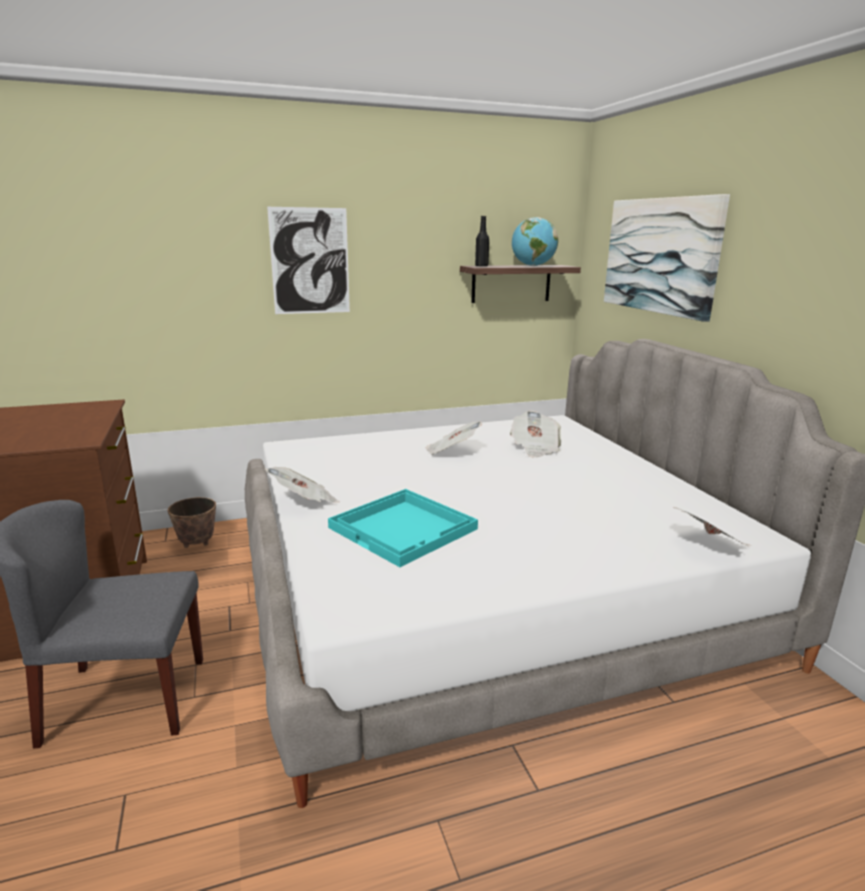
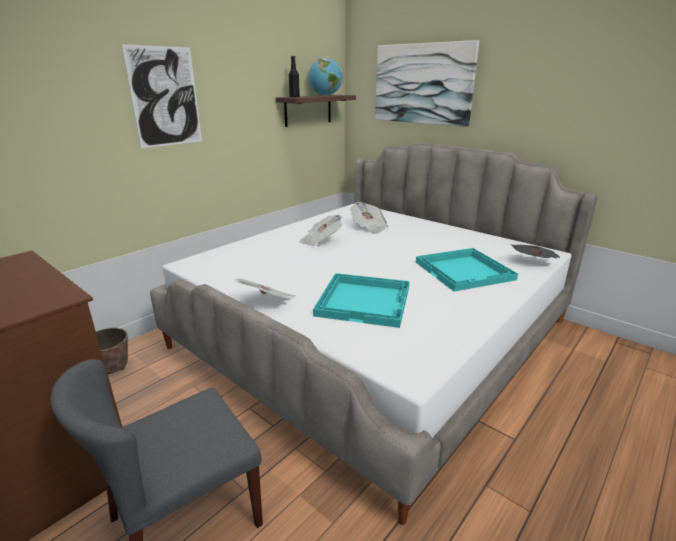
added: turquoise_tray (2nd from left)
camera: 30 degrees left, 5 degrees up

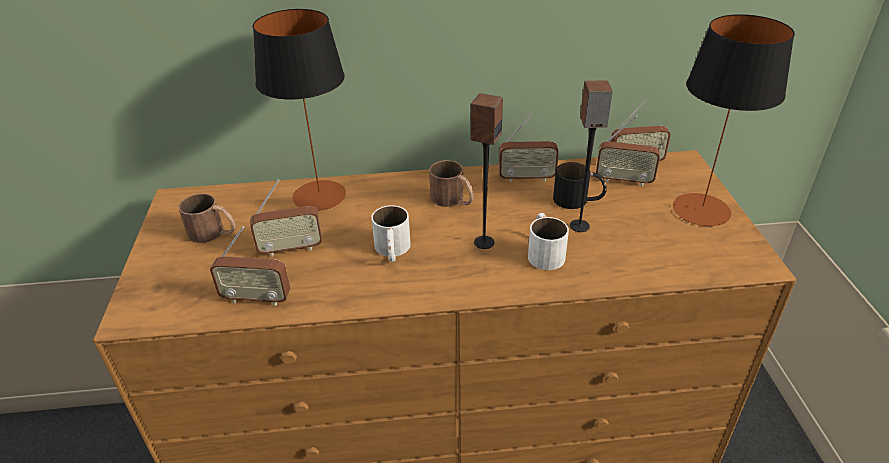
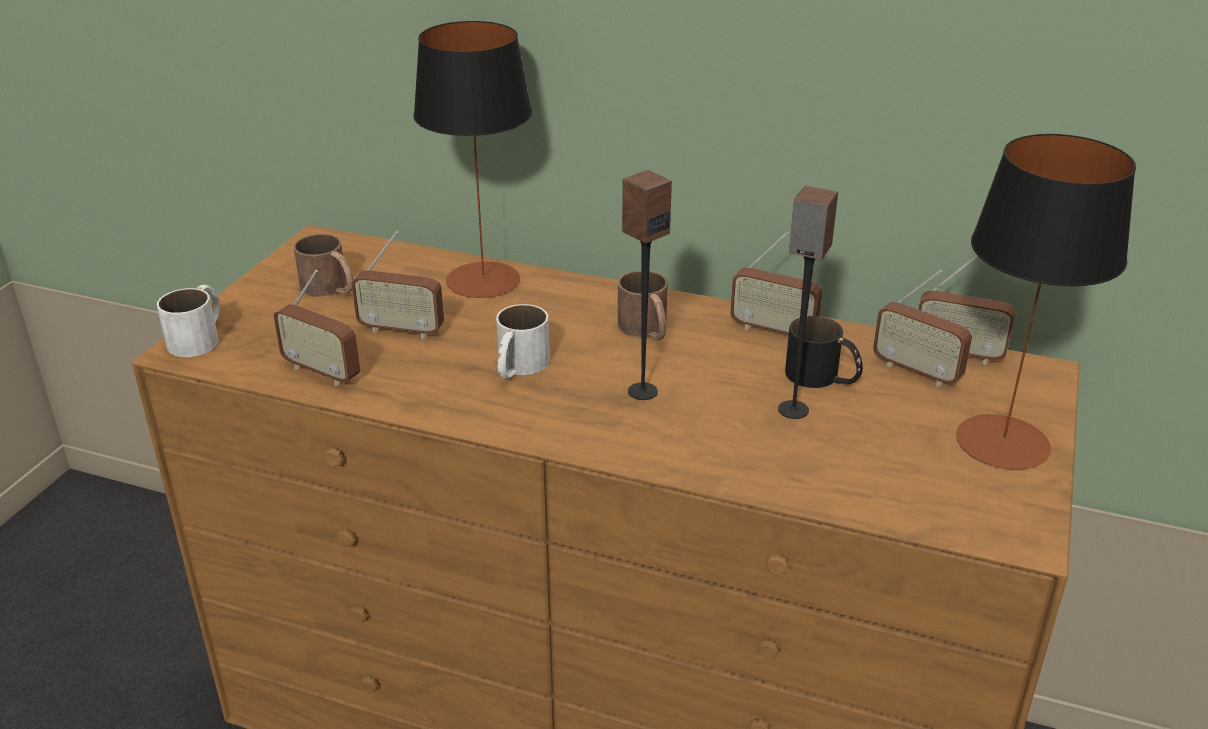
moved: white_mug (2nd from left in the first image) to white_mug (1st from left)
camera: 25 degrees right, 5 degrees down

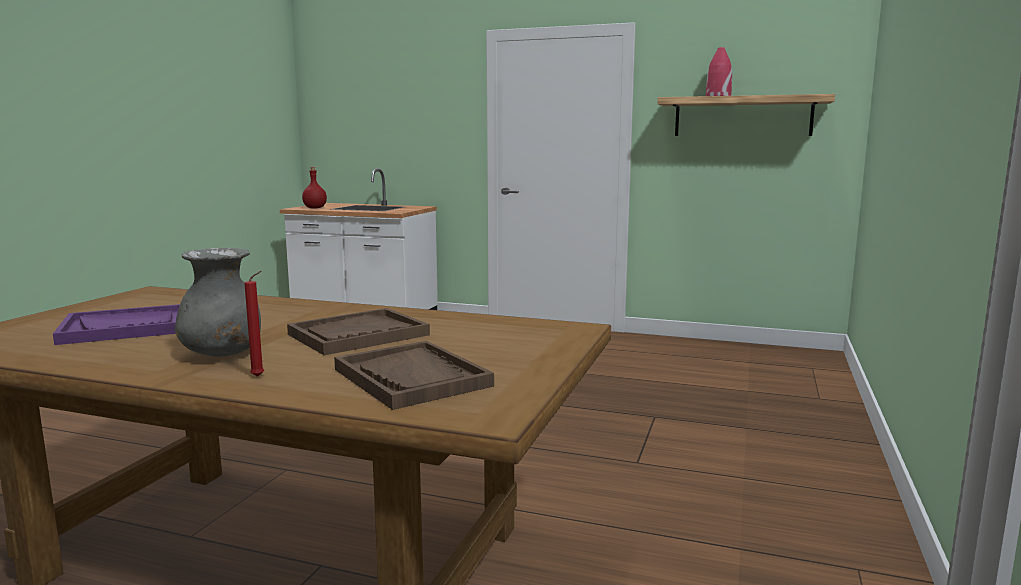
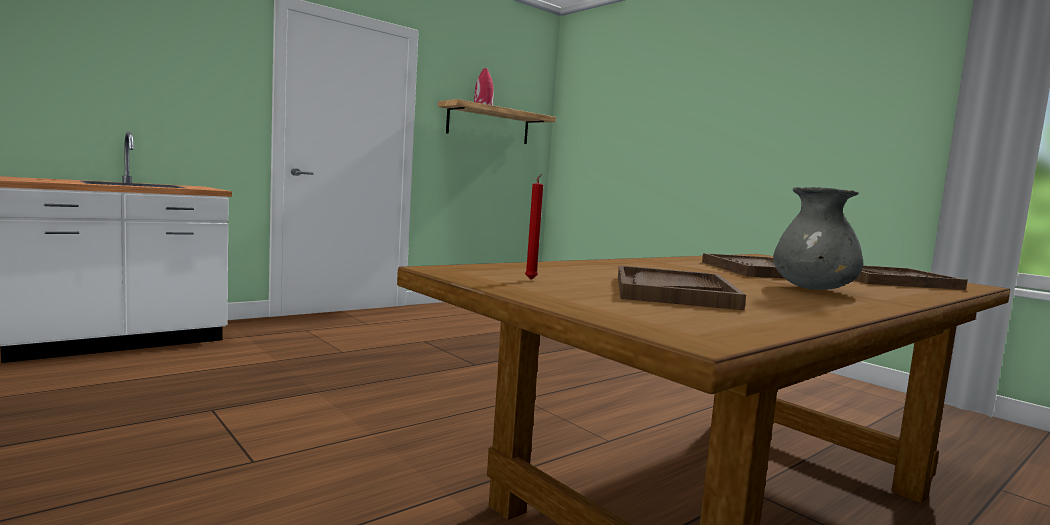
removed: red_bottle
moved: red_candle
recoloured: purple_tray to brown_tray (1st from left)
camera: 60 degrees left, 5 degrees down

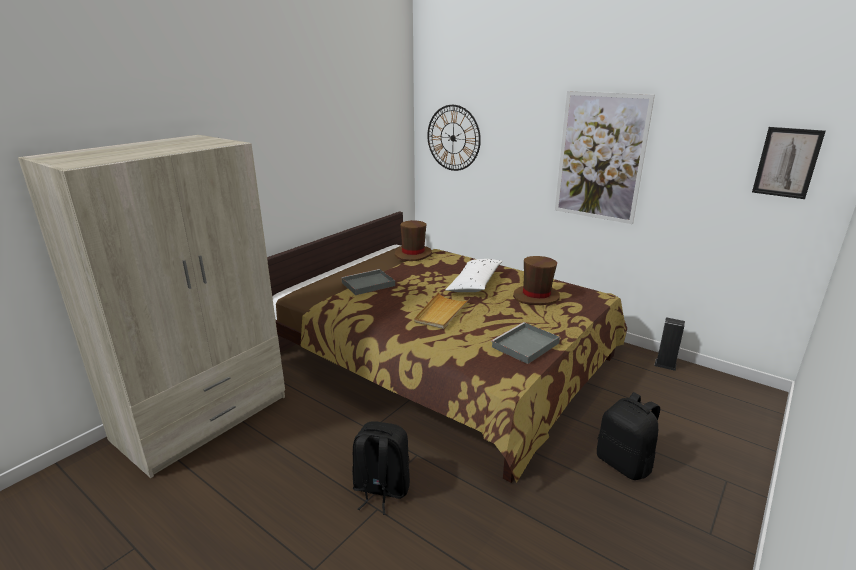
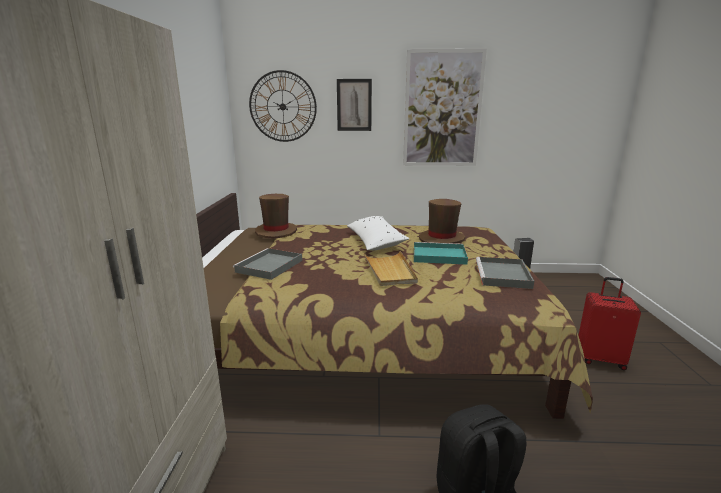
added: turquoise_tray
moved: picture (2nd from left in the first image) to picture (1st from left)
replaced: black_backpack (2nd from left) to red_suitcase
camera: 35 degrees left, 5 degrees down

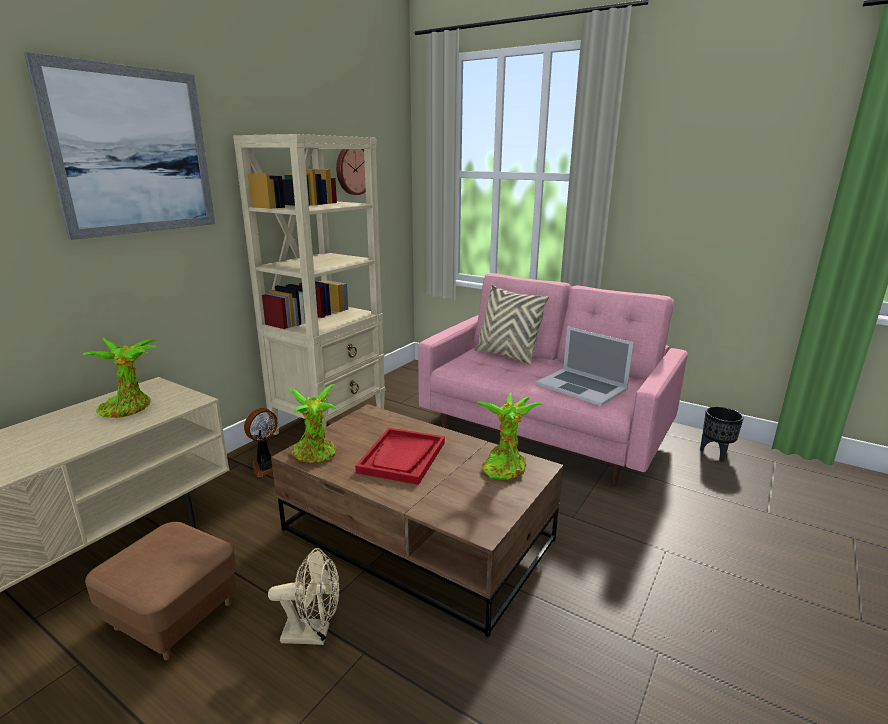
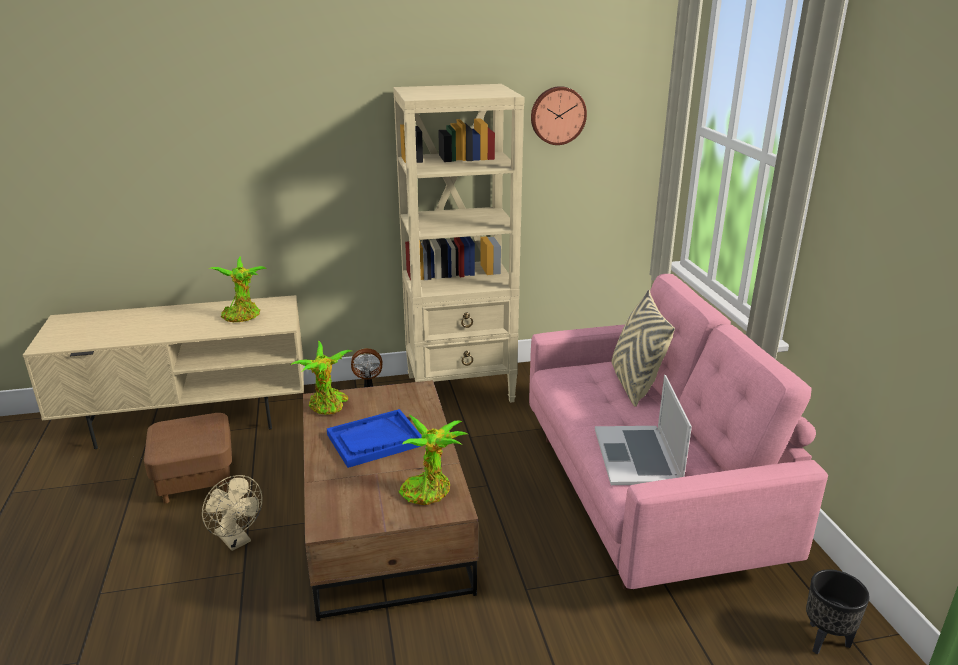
removed: picture
recoloured: red_tray to blue_tray
camera: 45 degrees right, 5 degrees up

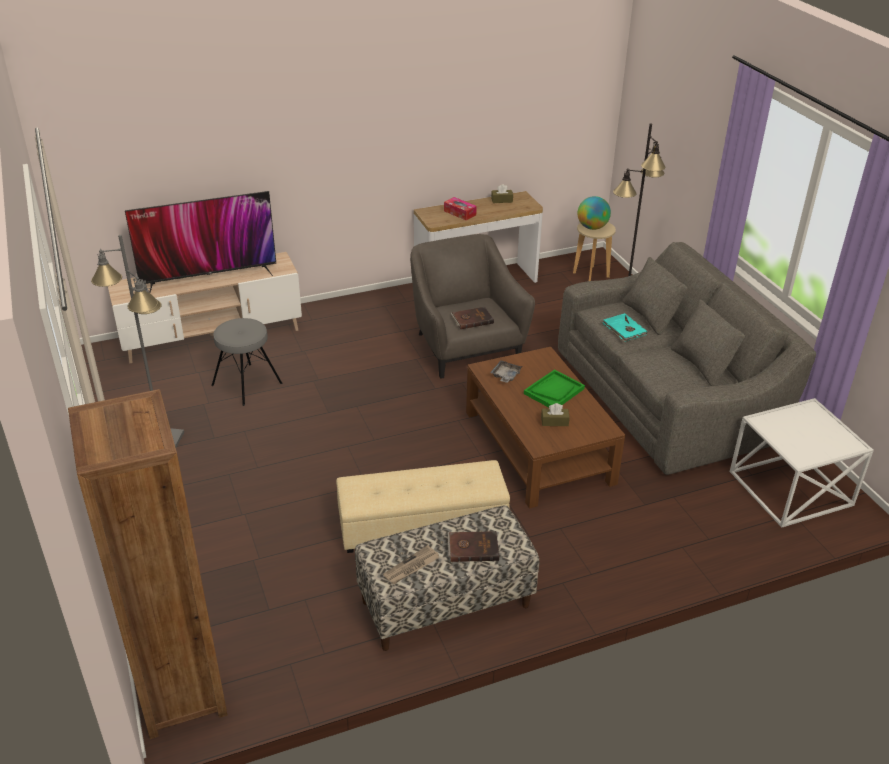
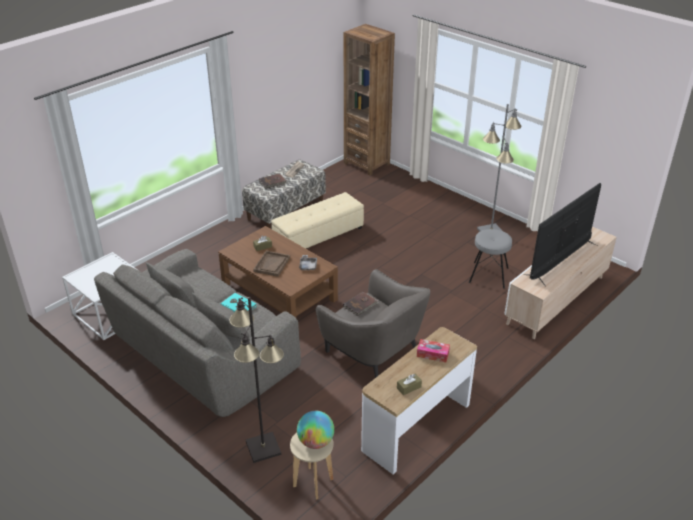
recoloured: green_tray to brown_tray
camera: 155 degrees right, 0 degrees up

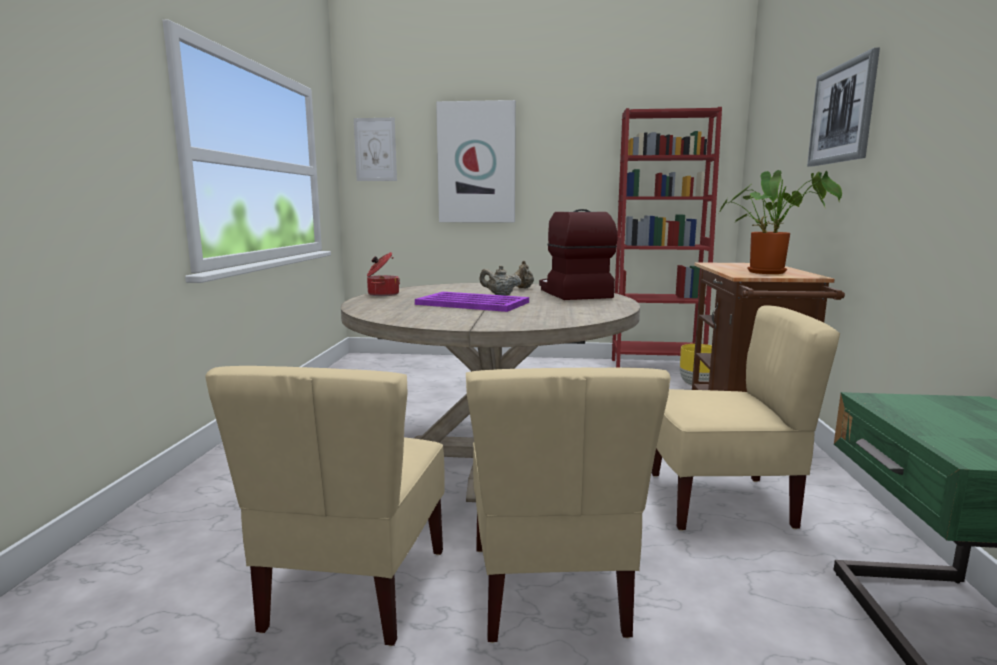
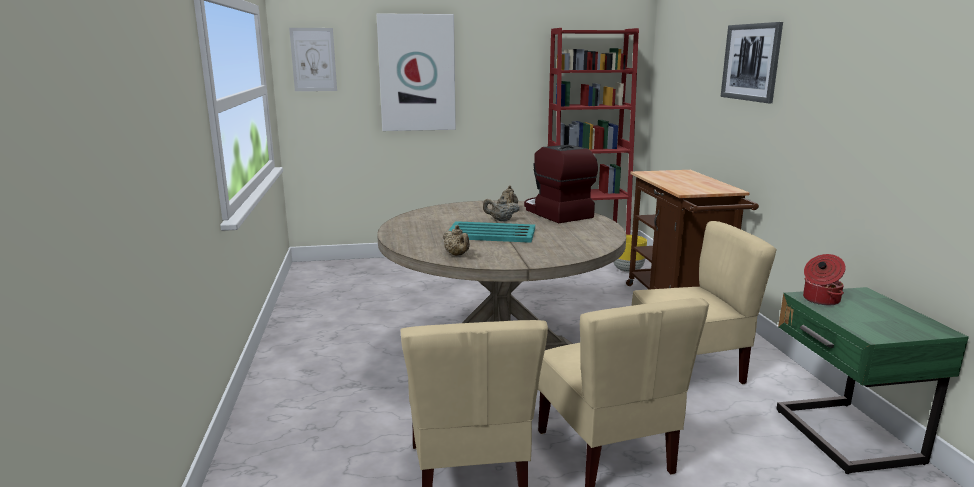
removed: potted_plant
added: beige_teapot (1st from left)
moved: cooking_pot
recoloured: purple_tray to turquoise_tray
camera: 15 degrees left, 5 degrees up

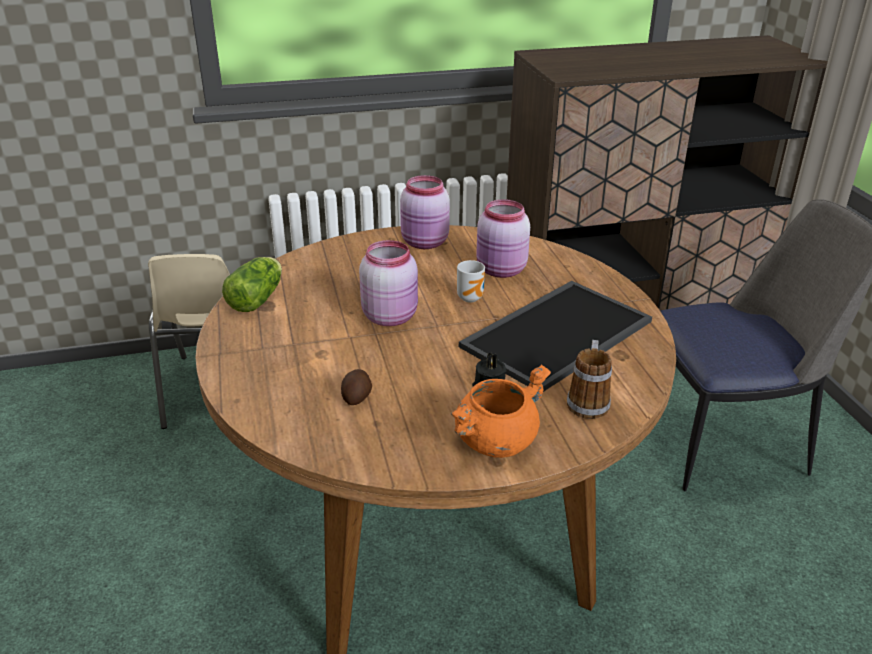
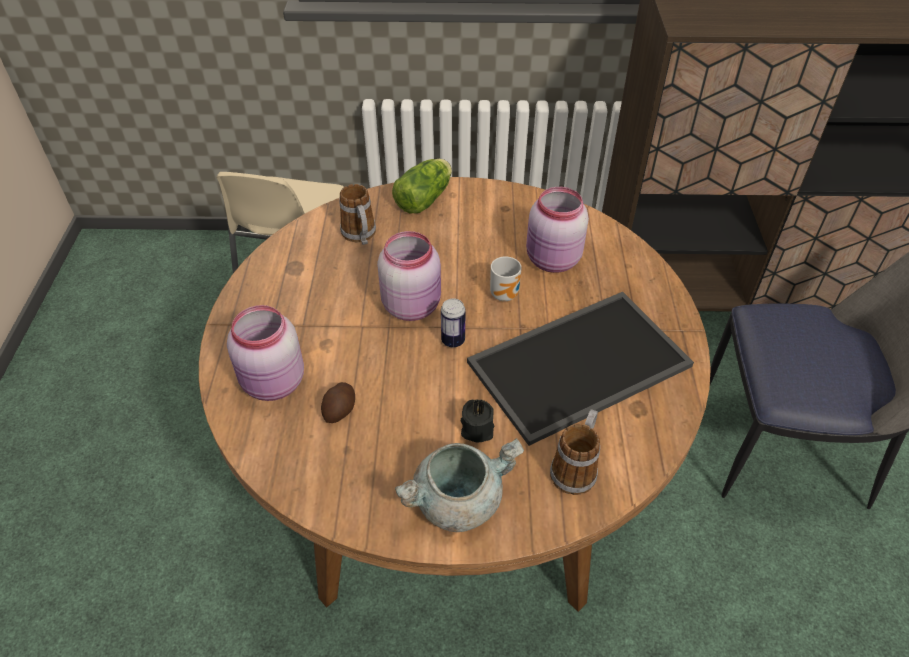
added: mug (1st from left); can
moved: pink_jar (2nd from left in the first image) to pink_jar (1st from left); lettuce
recoloured: orange_cooking_pot to grey_cooking_pot
camera: 15 degrees right, 15 degrees up

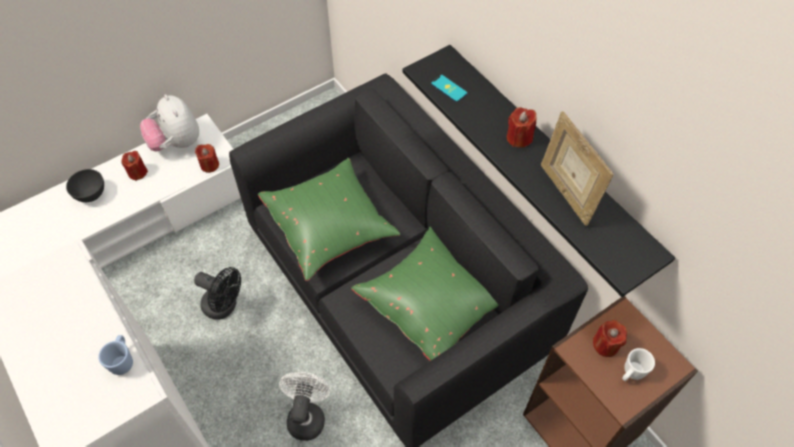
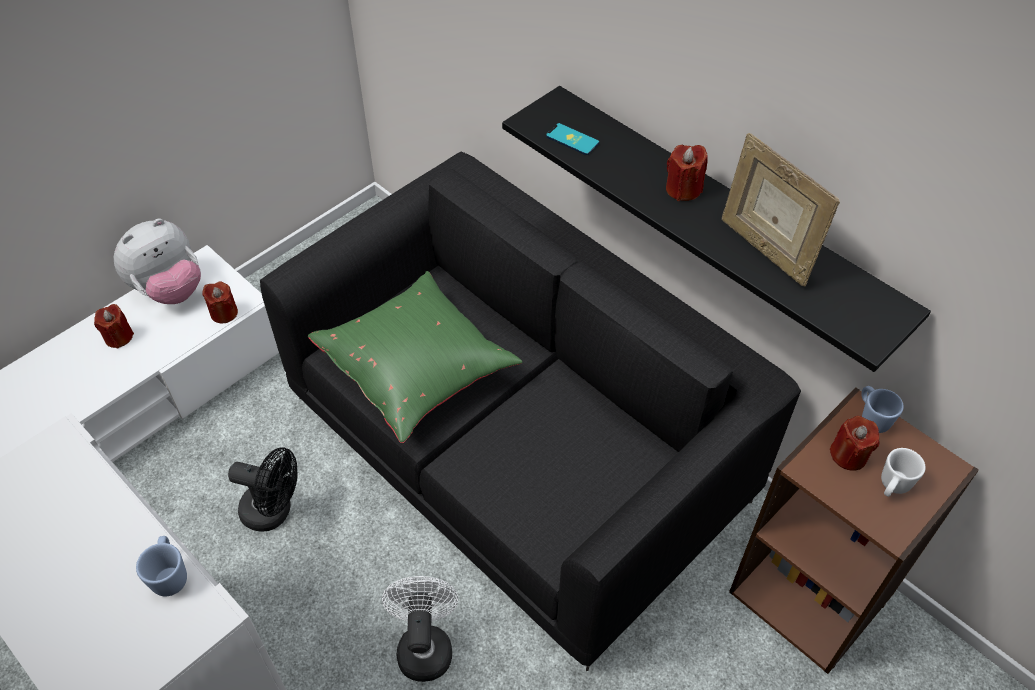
removed: grey_bowl; green_pillow (2nd from left)
added: blue_mug (2nd from left)
turned: plush_toy 90 degrees counterclockwise
camera: 10 degrees left, 5 degrees down

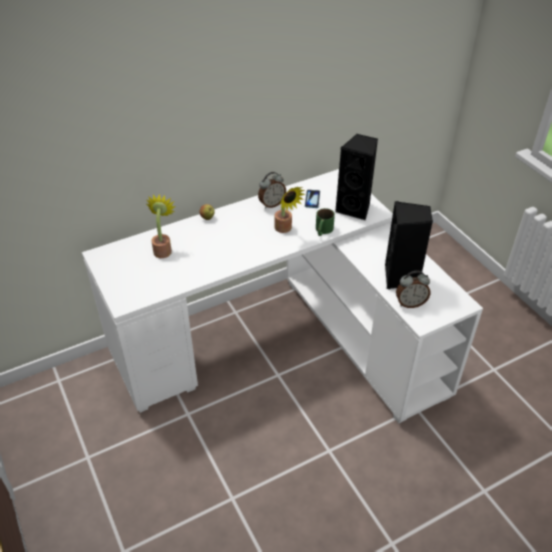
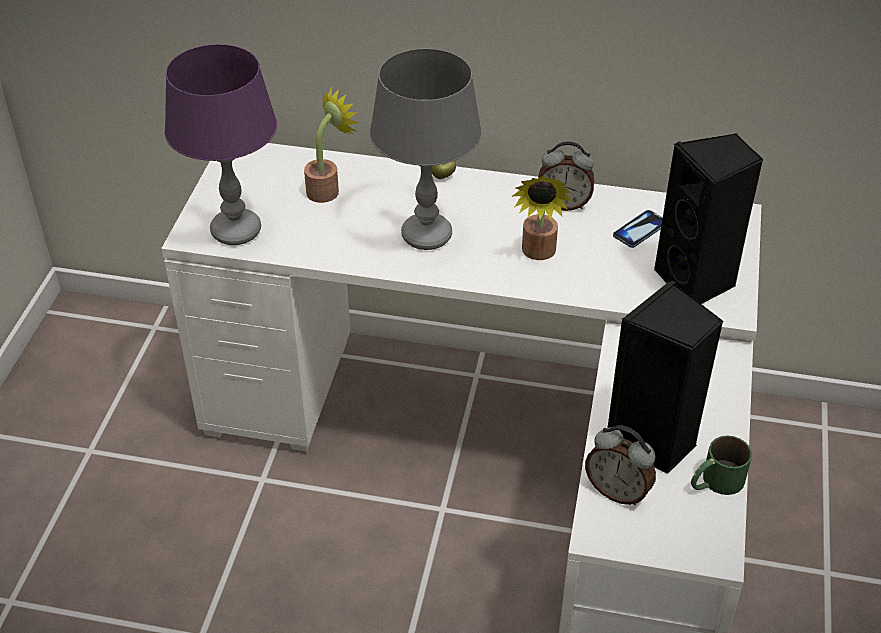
added: purple_table_lamp; grey_table_lamp
moved: green_mug
camera: 40 degrees right, 0 degrees up

